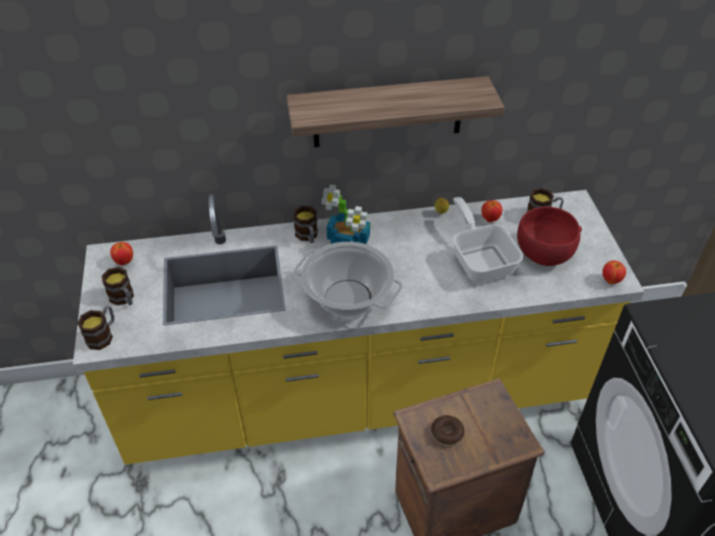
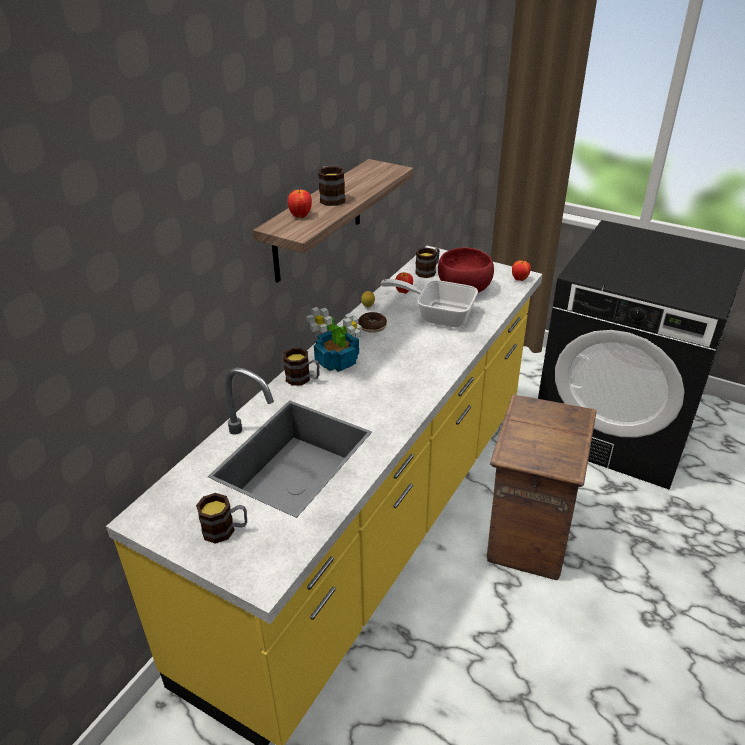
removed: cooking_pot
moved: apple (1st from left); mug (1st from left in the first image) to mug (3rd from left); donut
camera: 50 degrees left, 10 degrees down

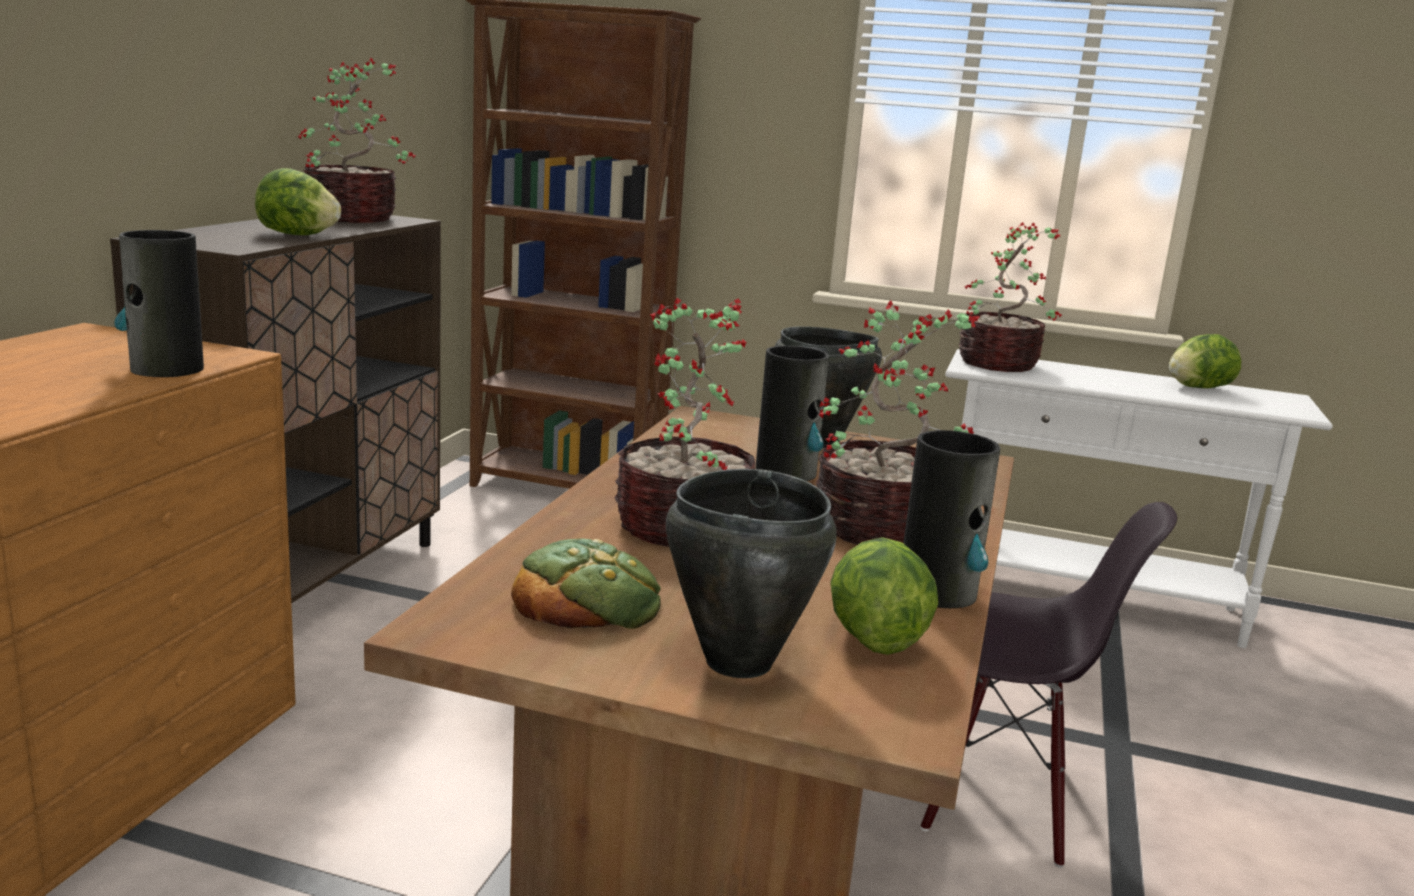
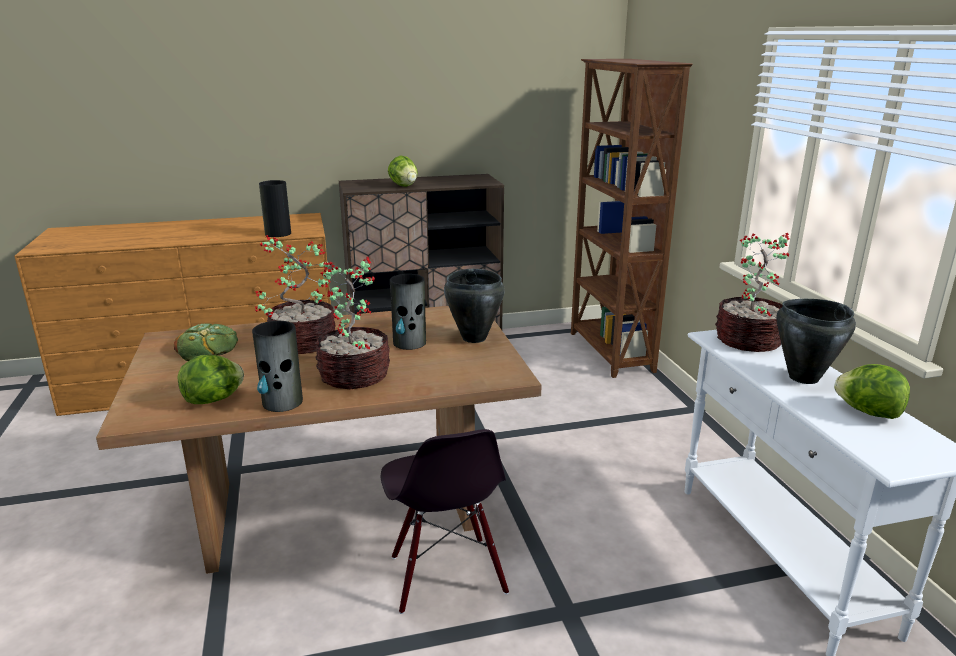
removed: potted_plant (1st from left)
moved: black_cooking_pot (1st from left in the first image) to black_cooking_pot (2nd from left)
camera: 60 degrees right, 5 degrees up

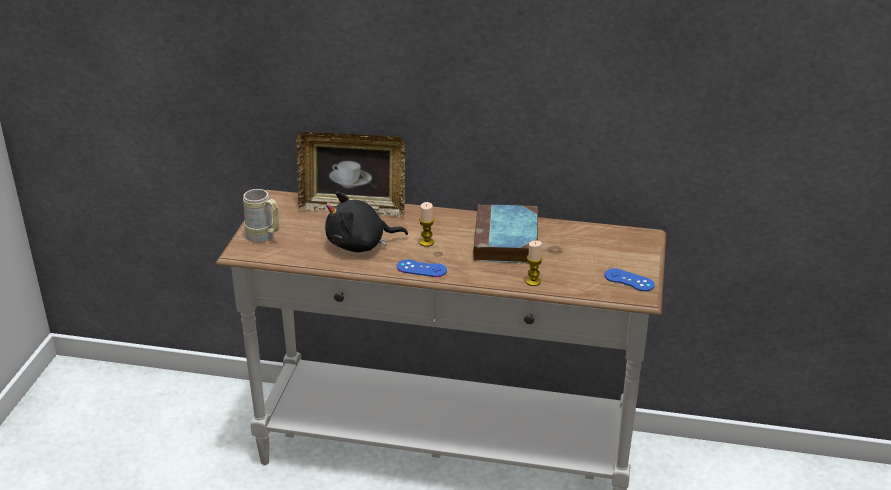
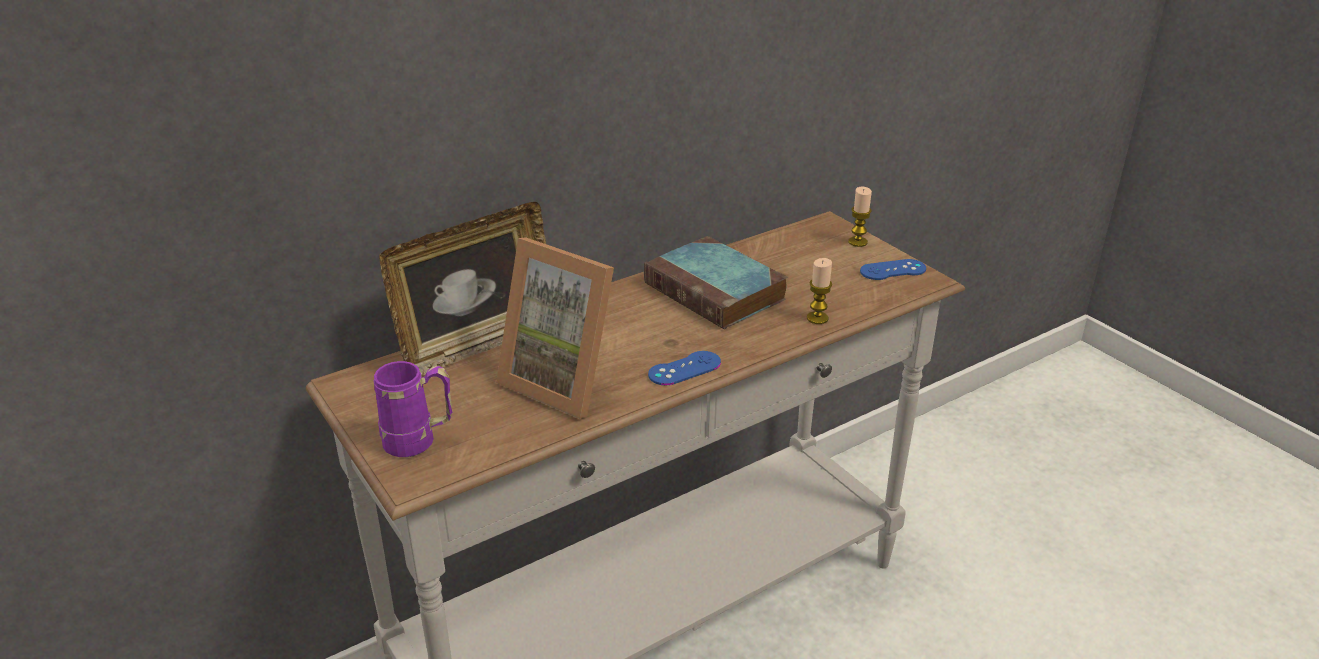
moved: candle (1st from left in the first image) to candle (2nd from left)
replaced: black_plush_toy to picture_frame (2nd from left)
recoloured: beige_mug to purple_mug
camera: 45 degrees left, 0 degrees up

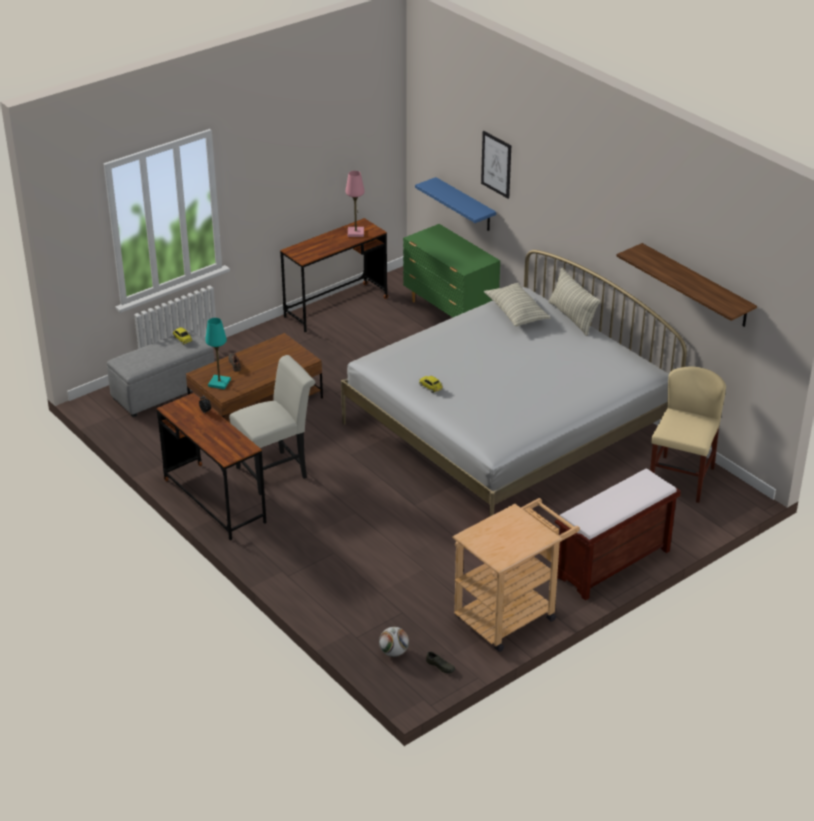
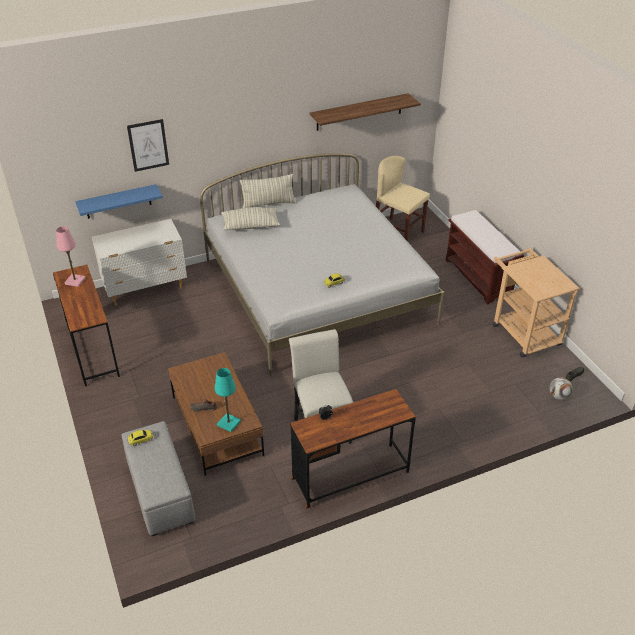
recoloured: green_dresser to white_dresser
camera: 75 degrees left, 5 degrees up

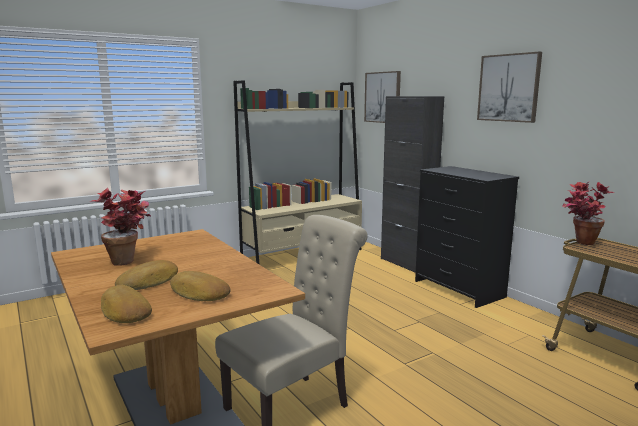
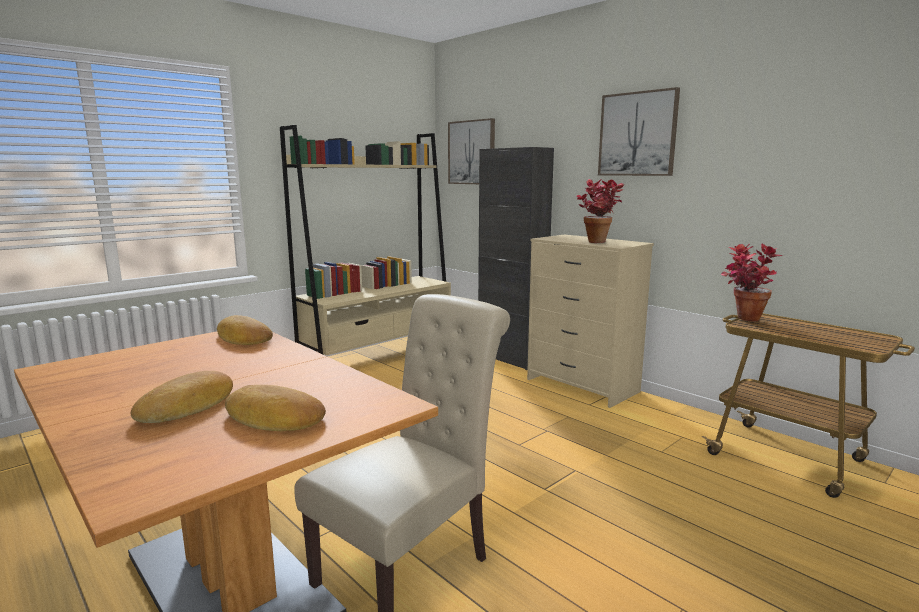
moved: bread (1st from left in the first image) to bread (2nd from left); potted_plant (1st from left)
recoloured: black_dresser to beige_dresser
camera: 10 degrees left, 0 degrees up

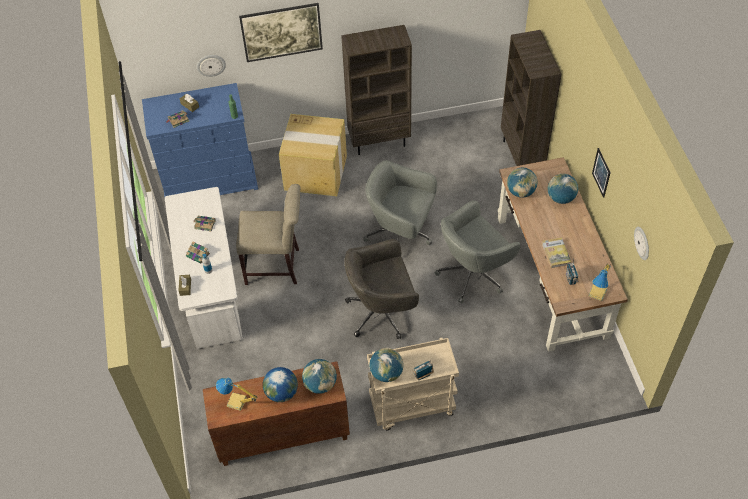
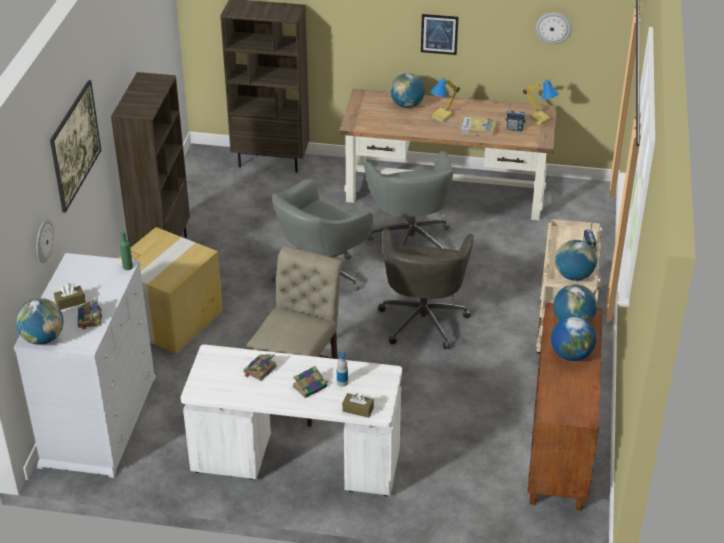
moved: globe (4th from left in the first image) to globe (1st from left); table_lamp (1st from left)
recoloured: blue_dresser to white_dresser
camera: 70 degrees left, 15 degrees down

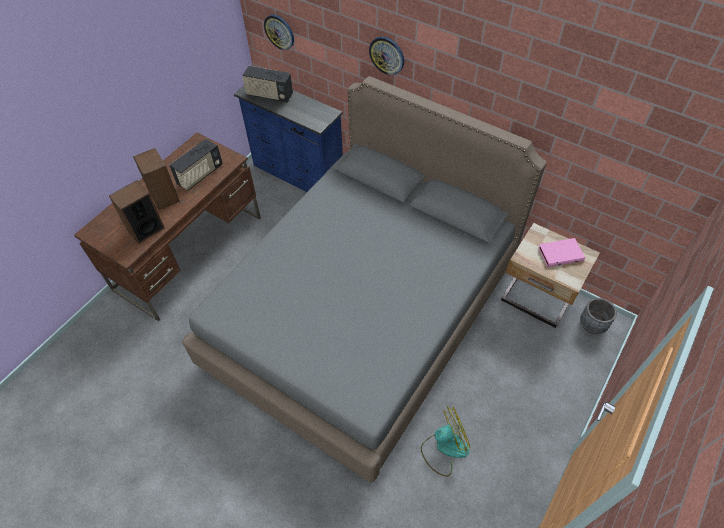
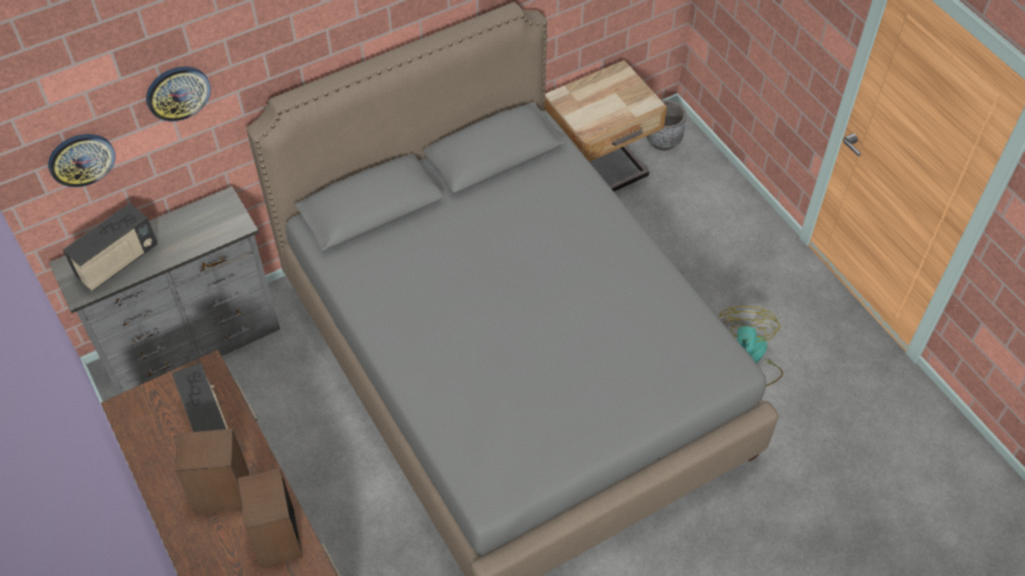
removed: pink_book
moved: wall_clock (2nd from left)
recoloured: blue_dresser to grey_dresser
camera: 65 degrees left, 0 degrees up

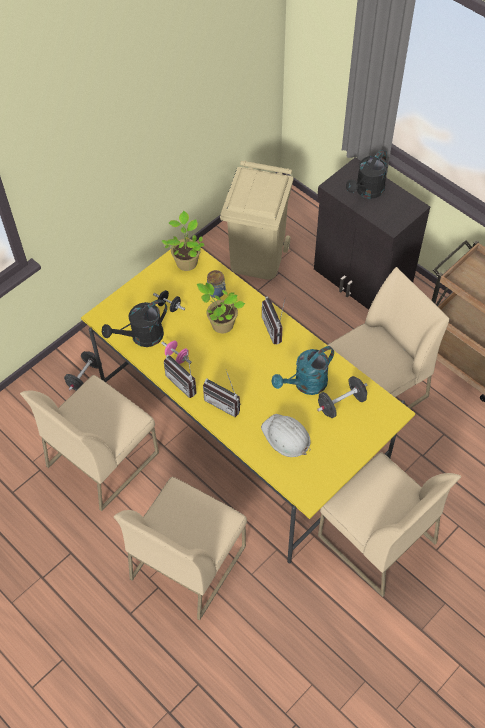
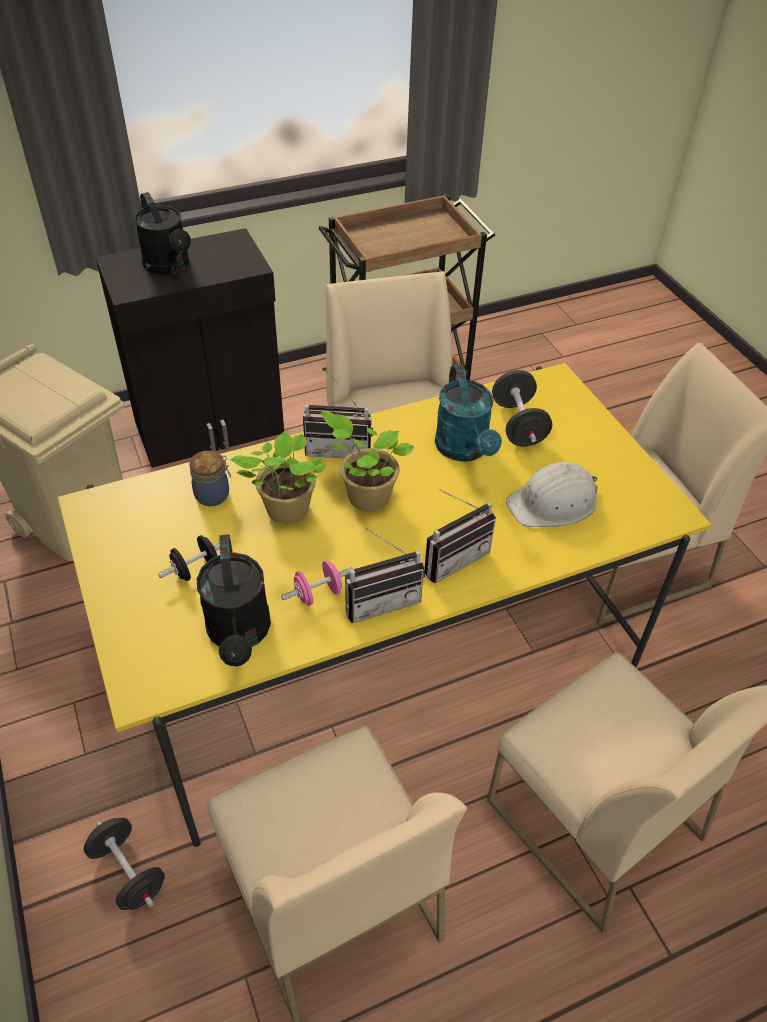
moved: potted_plant (1st from left in the first image) to potted_plant (2nd from left)
camera: 70 degrees left, 10 degrees down

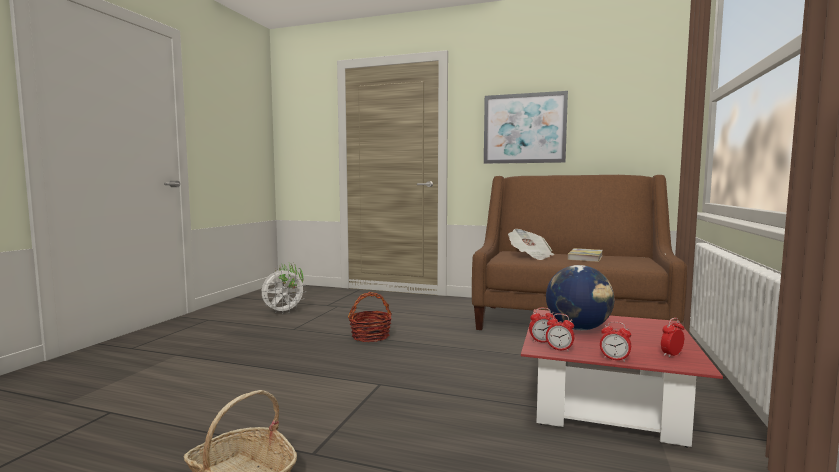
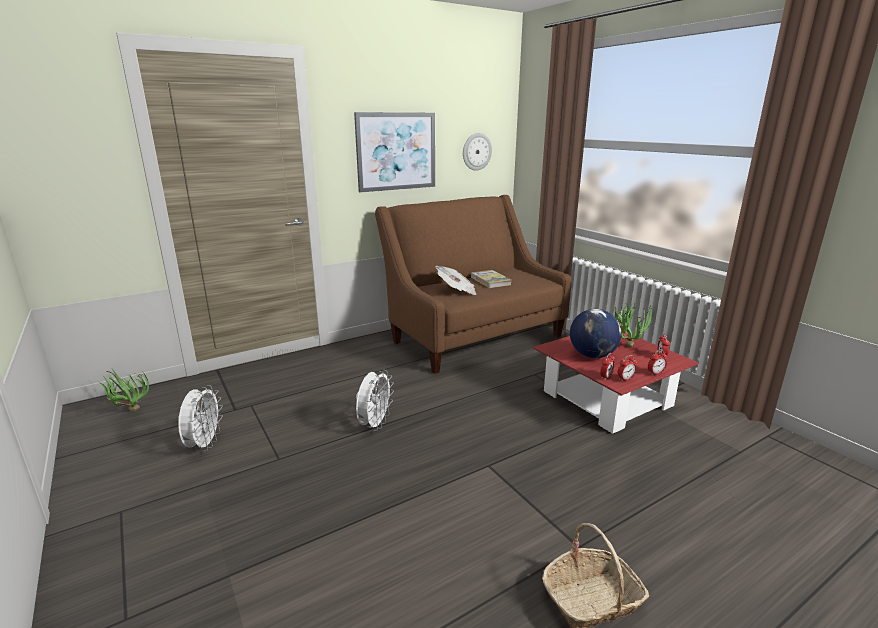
added: wall_clock; potted_plant (2nd from left)
replaced: basket (2nd from left) to white_fan (2nd from left)
camera: 50 degrees left, 15 degrees up

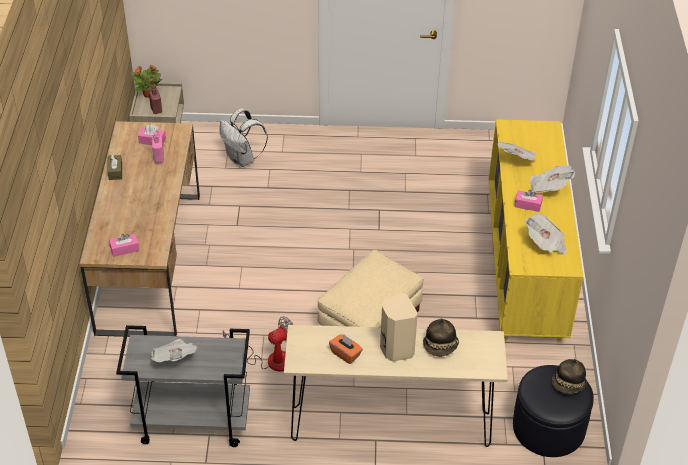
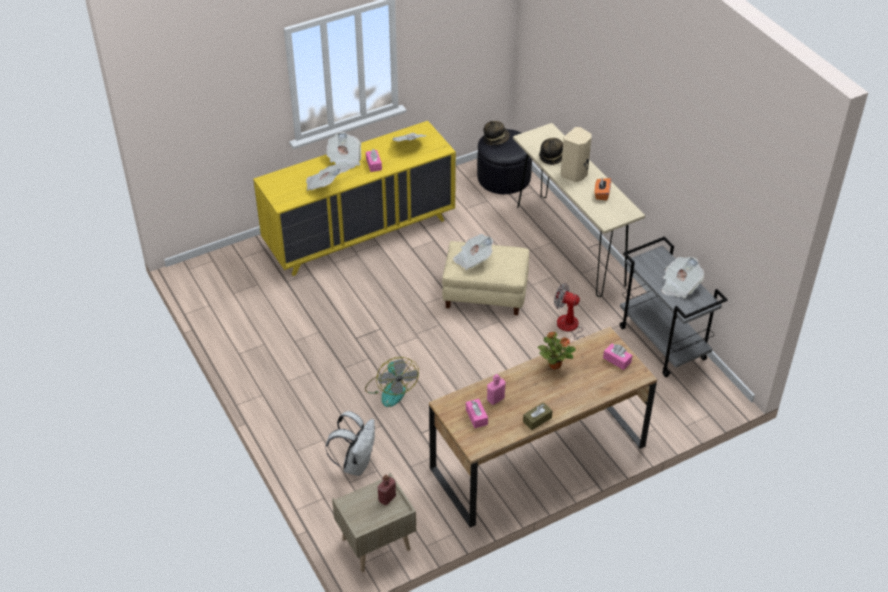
added: fan (1st from left); newspaper (4th from left)
moved: potted_plant
camera: 120 degrees left, 0 degrees up

